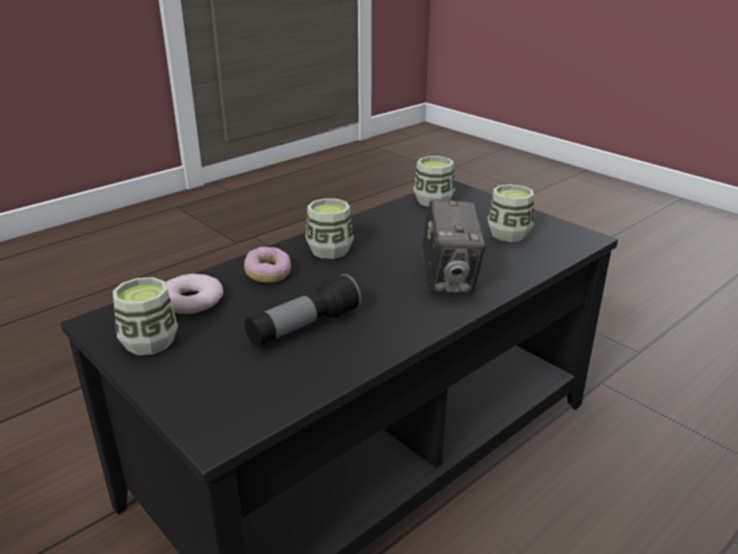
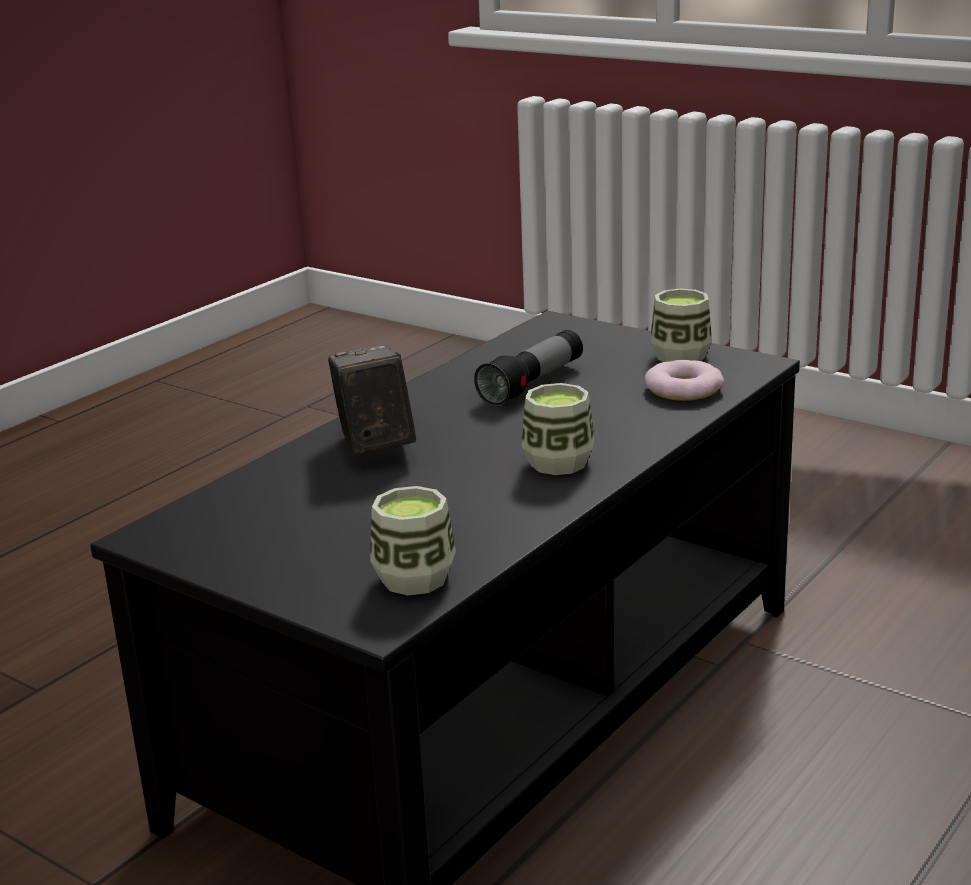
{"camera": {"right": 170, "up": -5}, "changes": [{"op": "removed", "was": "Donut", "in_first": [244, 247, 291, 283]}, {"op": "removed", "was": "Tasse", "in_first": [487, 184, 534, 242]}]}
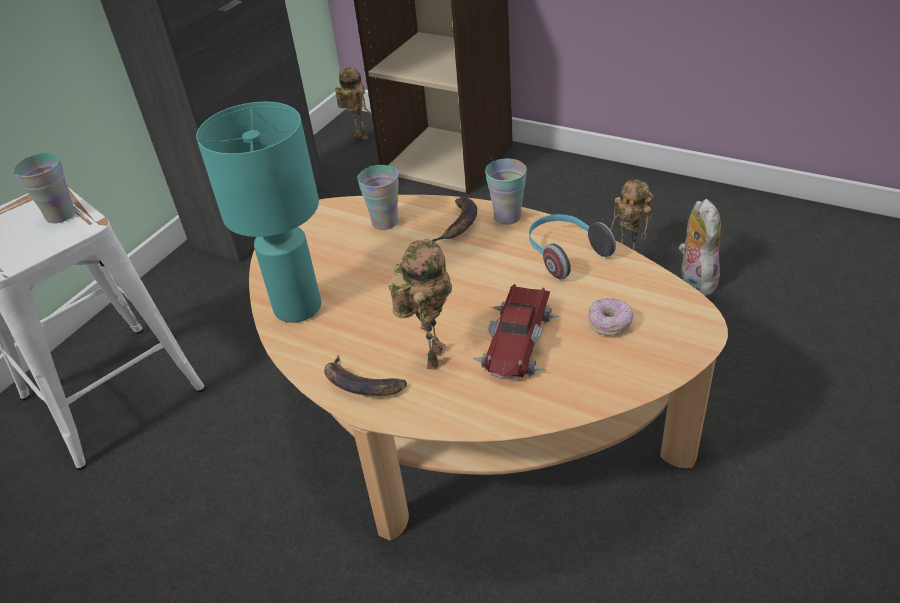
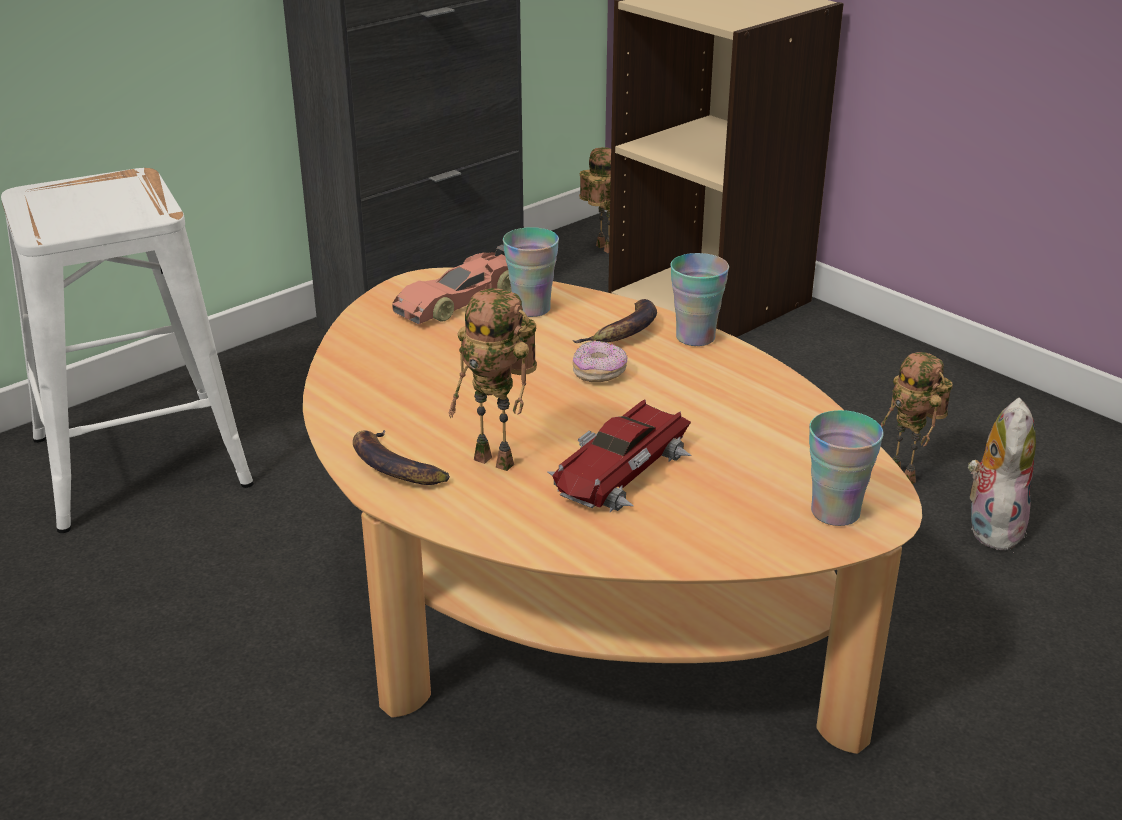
{"camera": {"right": 15, "up": -10}, "changes": [{"op": "moved", "was": "Tasse", "in_first": [13, 153, 75, 223], "in_second": [809, 410, 884, 526]}, {"op": "removed", "was": "Tischlampe (türkis)", "in_first": [196, 102, 321, 323]}, {"op": "turned", "was": "Spielzeugroboter", "in_first": [388, 239, 452, 370], "in_second": [449, 288, 537, 471], "clockwise": 90}, {"op": "removed", "was": "Kopfhörer", "in_first": [529, 214, 616, 280]}, {"op": "moved", "was": "Donut", "in_first": [588, 298, 633, 336], "in_second": [573, 341, 627, 382]}, {"op": "added", "now": "Spielzeugauto", "in_second": [392, 245, 512, 324]}]}
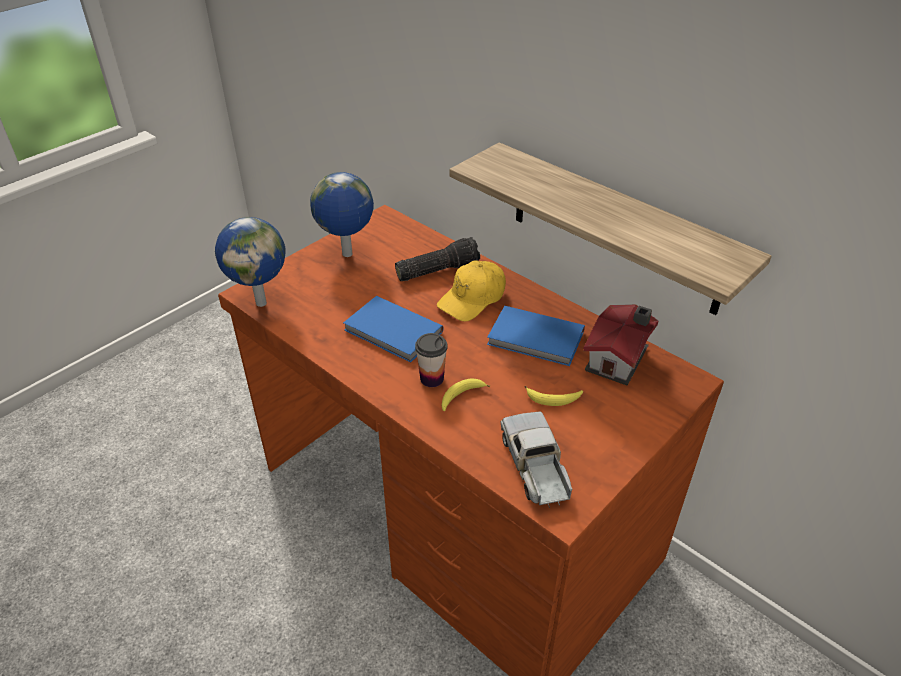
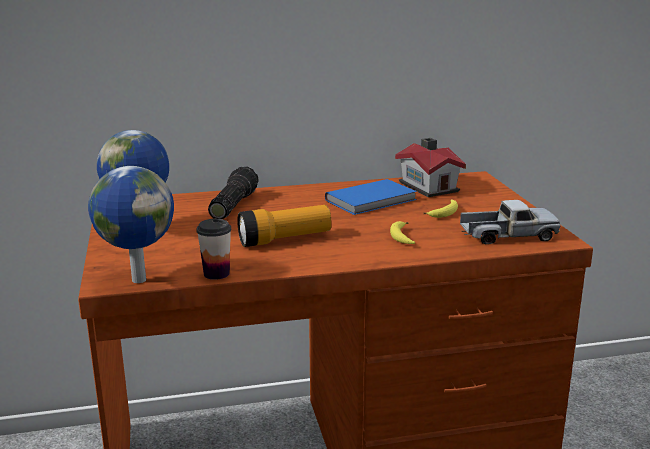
{"camera": {"right": -55, "up": -20}, "changes": [{"op": "replaced", "was": "Buch (blau)", "now": "Taschenlampe", "in_first": [343, 296, 443, 363], "in_second": [237, 205, 331, 247]}, {"op": "moved", "was": "Tasse", "in_first": [415, 333, 448, 387], "in_second": [196, 219, 232, 280]}, {"op": "removed", "was": "Kappe (gelb)", "in_first": [437, 260, 506, 321]}, {"op": "removed", "was": "Wandregal", "in_first": [449, 142, 772, 315]}, {"op": "turned", "was": "Spielzeuglaster", "in_first": [501, 412, 573, 508], "in_second": [460, 200, 561, 244], "clockwise": 150}]}
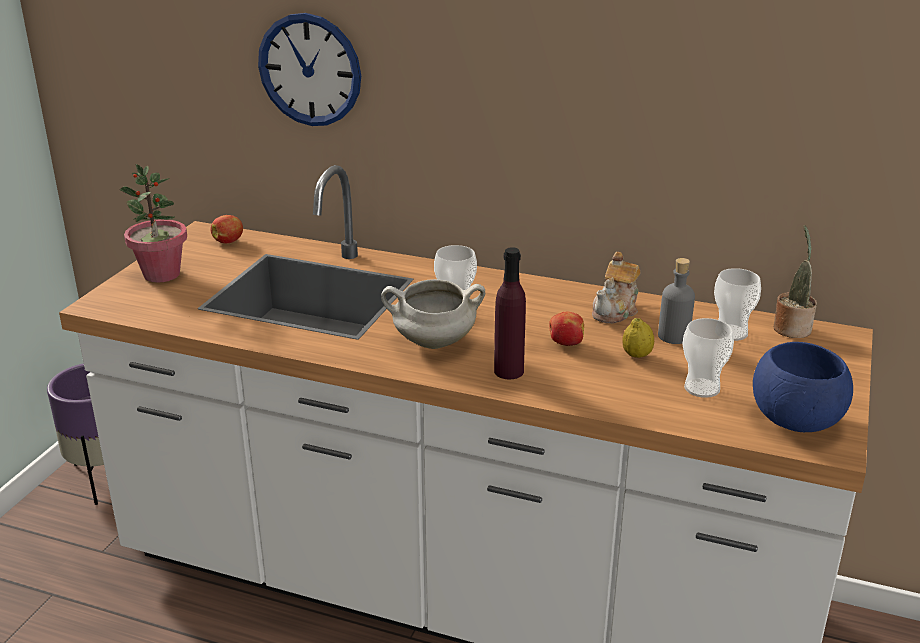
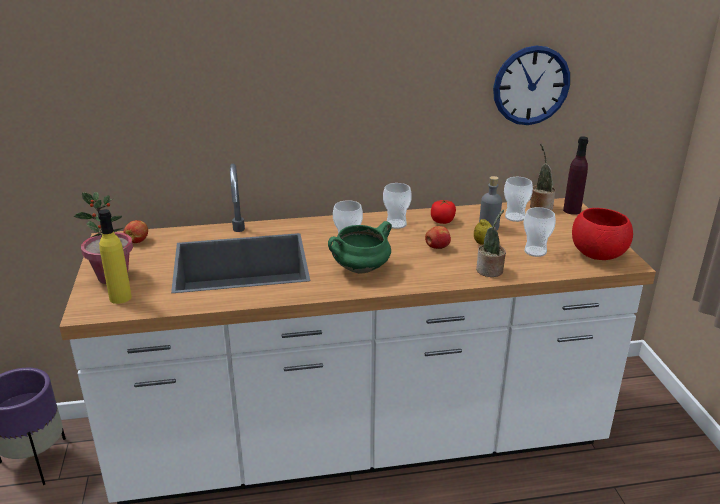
{"camera": {"right": -30, "up": 0}, "changes": [{"op": "moved", "was": "Wanduhr", "in_first": [258, 13, 361, 126], "in_second": [493, 45, 570, 125]}, {"op": "recoloured", "was": "Kochtopf (weiß)", "now": "Kochtopf (grün)", "in_first": [381, 279, 485, 349], "in_second": [328, 221, 392, 273]}, {"op": "moved", "was": "Flasche (lila)", "in_first": [494, 247, 526, 379], "in_second": [563, 136, 588, 215]}, {"op": "replaced", "was": "Teekanne", "now": "Tomate", "in_first": [592, 252, 640, 324], "in_second": [431, 199, 456, 224]}, {"op": "recoloured", "was": "Schüssel (blau)", "now": "Schüssel (rot)", "in_first": [753, 342, 853, 432], "in_second": [572, 208, 633, 260]}, {"op": "added", "now": "Flasche (gelb)", "in_second": [98, 209, 132, 304]}, {"op": "added", "now": "Tasse", "in_second": [383, 183, 412, 229]}, {"op": "added", "now": "Topfpflanze", "in_second": [476, 210, 506, 277]}]}
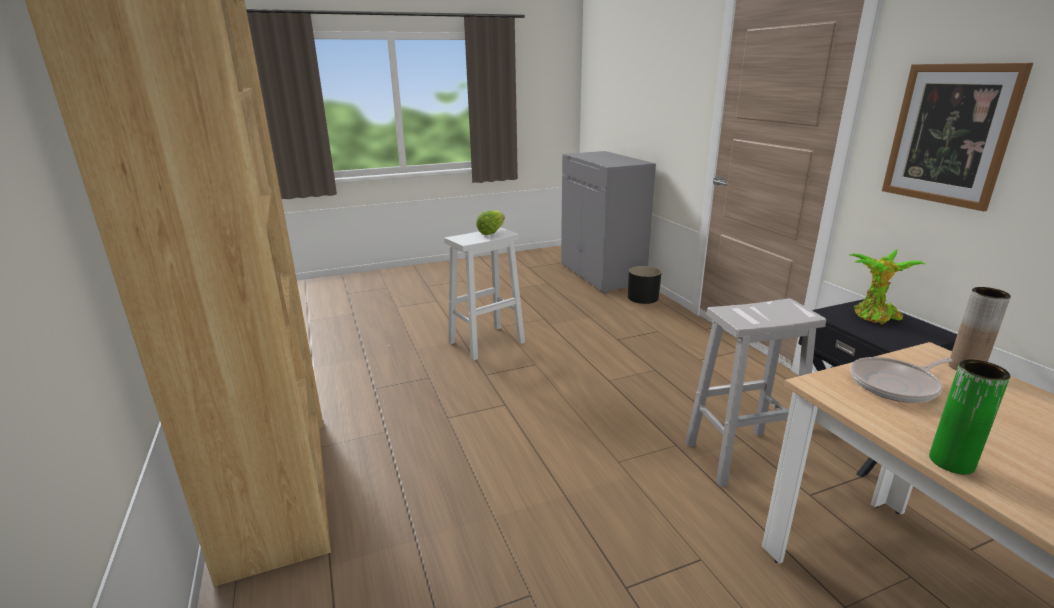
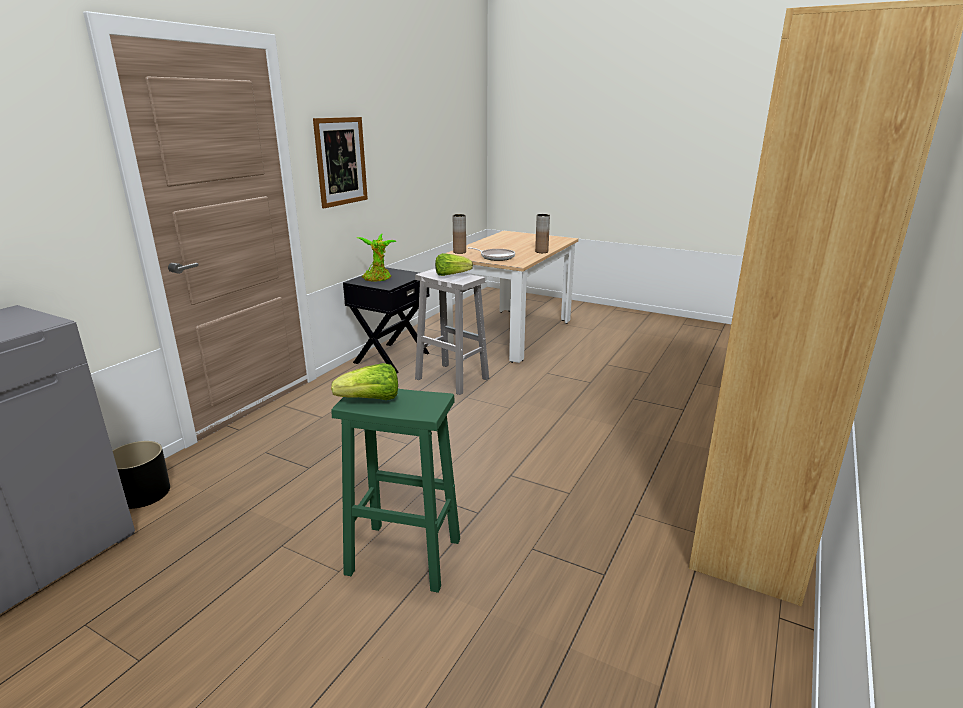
{"camera": {"right": -130, "up": 0}, "changes": [{"op": "recoloured", "was": "Hocker (weiß)", "now": "Hocker (grün)", "in_first": [444, 227, 525, 361], "in_second": [331, 389, 460, 593]}, {"op": "recoloured", "was": "Vase (grün)", "now": "Vase (braun)", "in_first": [929, 359, 1010, 474], "in_second": [535, 214, 550, 253]}, {"op": "added", "now": "Salatkopf", "in_second": [435, 253, 473, 276]}]}
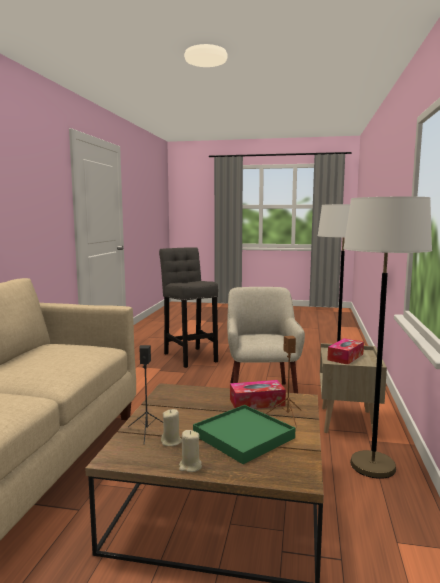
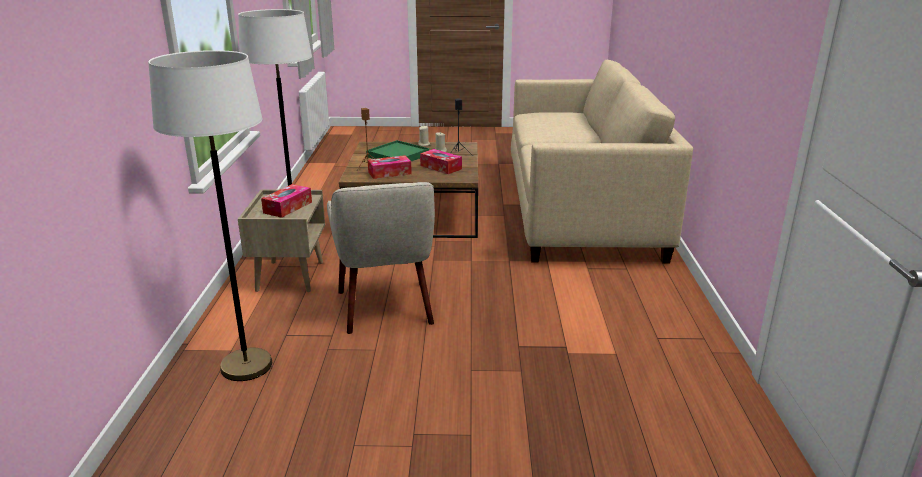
{"camera": {"right": 170, "up": 15}, "changes": [{"op": "removed", "was": "Hocker (grau)", "in_first": [159, 247, 218, 368]}, {"op": "added", "now": "Taschentuchbox", "in_second": [420, 149, 462, 174]}]}
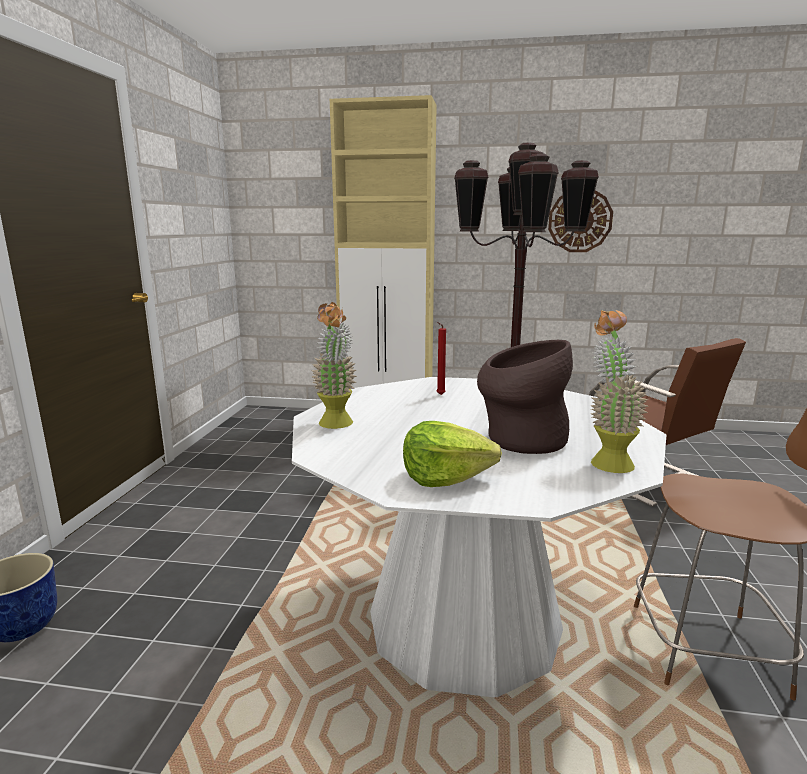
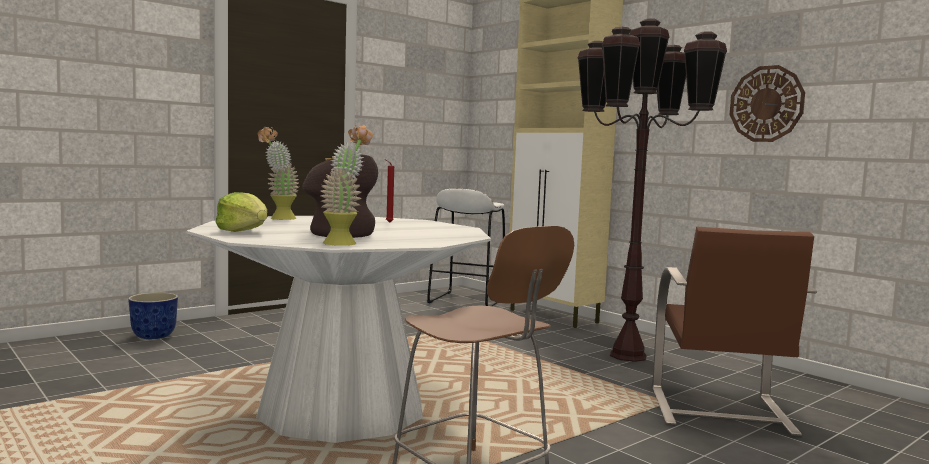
{"camera": {"right": 40, "up": -10}, "changes": [{"op": "added", "now": "Hocker (weiß)", "in_second": [427, 189, 505, 306]}]}
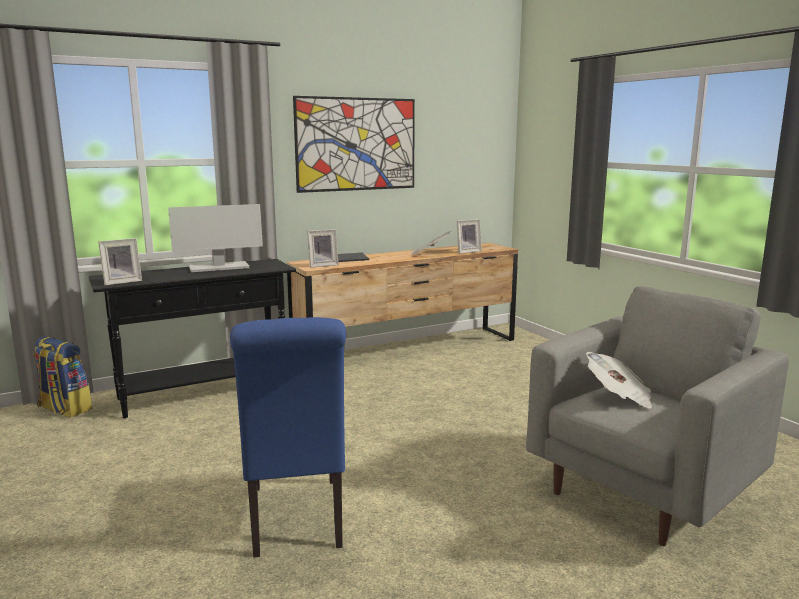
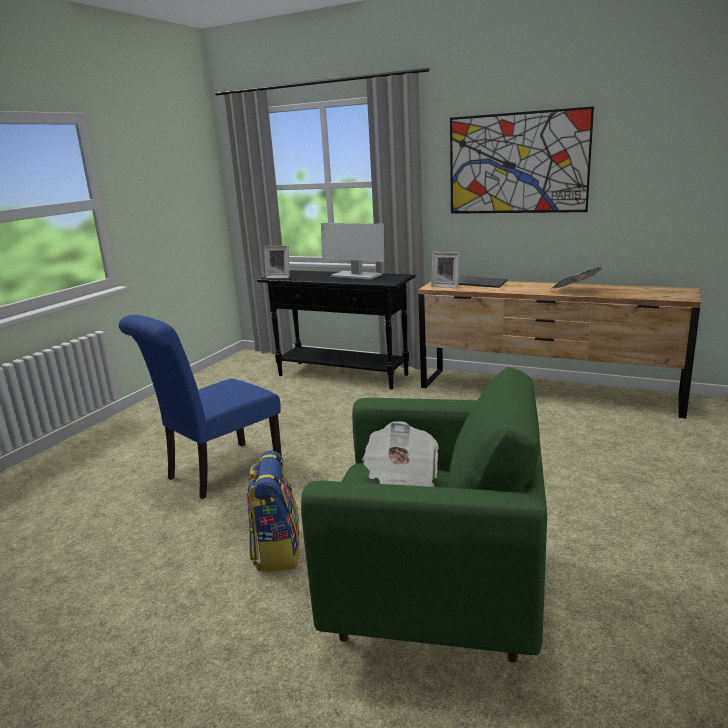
{"camera": {"right": 55, "up": 5}, "changes": [{"op": "moved", "was": "Rucksack", "in_first": [33, 336, 92, 418], "in_second": [247, 450, 299, 572]}, {"op": "removed", "was": "Bilderrahmen", "in_first": [457, 219, 481, 254]}, {"op": "recoloured", "was": "Sessel (grau)", "now": "Sessel (grün)", "in_first": [526, 286, 789, 546], "in_second": [301, 367, 547, 663]}]}
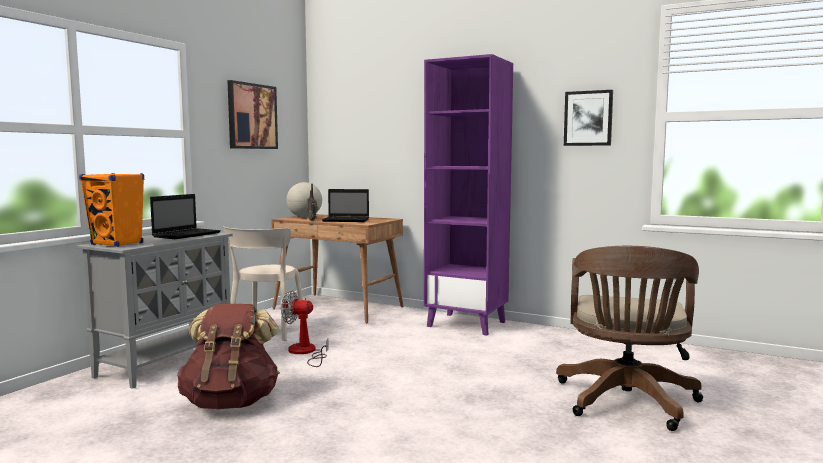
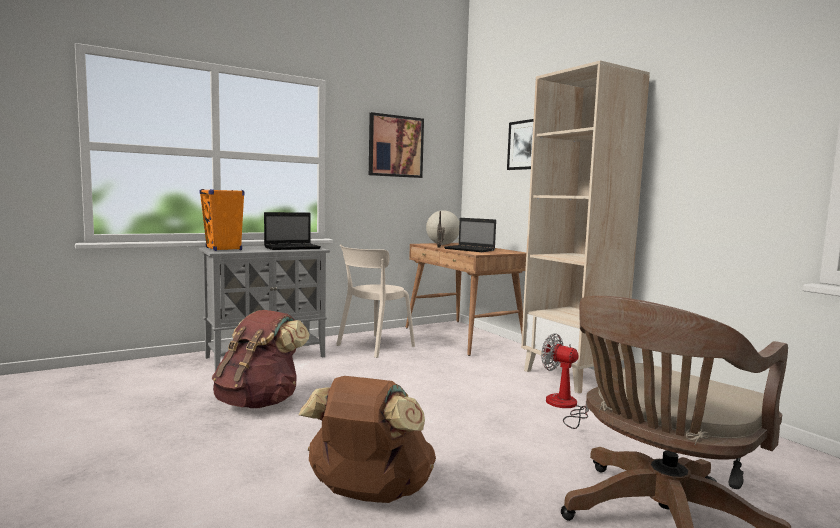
{"camera": {"right": 30, "up": 0}, "changes": [{"op": "moved", "was": "Ventilator", "in_first": [281, 290, 329, 367], "in_second": [541, 333, 589, 429]}, {"op": "recoloured", "was": "Bücherregal (lila)", "now": "Bücherregal (beige)", "in_first": [424, 54, 513, 336], "in_second": [521, 60, 650, 394]}, {"op": "moved", "was": "Bild", "in_first": [564, 90, 613, 146], "in_second": [507, 119, 534, 170]}, {"op": "added", "now": "Rucksack (braun)", "in_second": [299, 376, 436, 503]}]}
